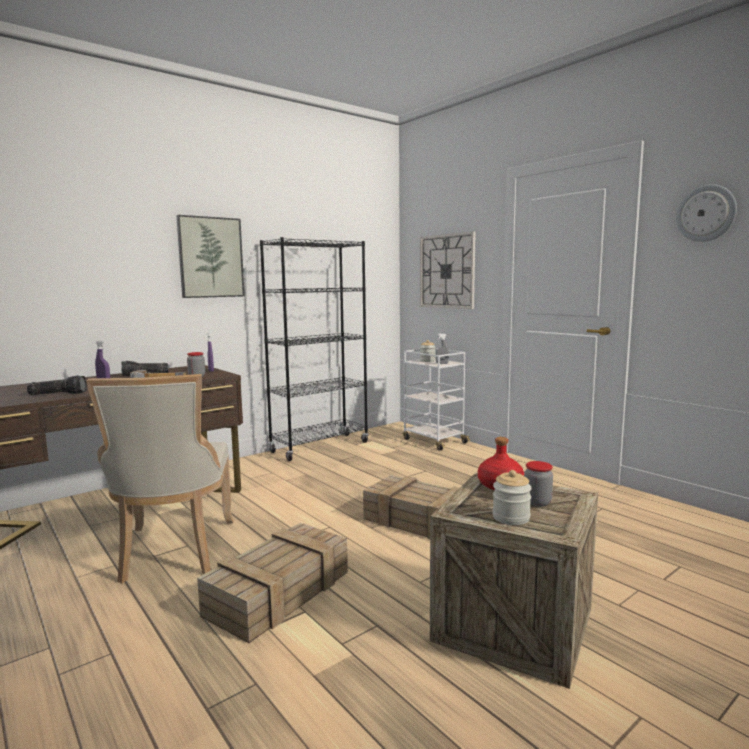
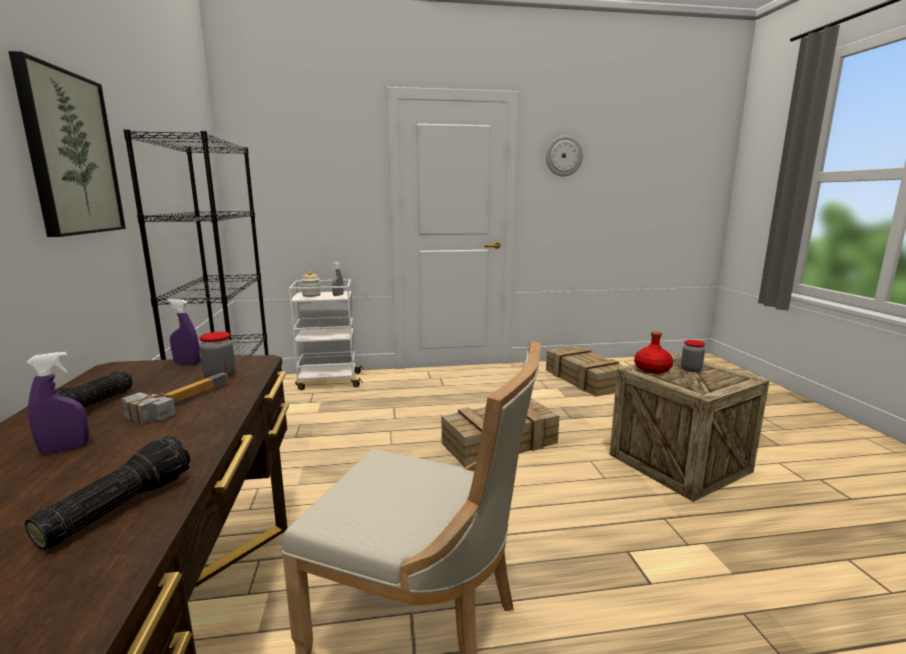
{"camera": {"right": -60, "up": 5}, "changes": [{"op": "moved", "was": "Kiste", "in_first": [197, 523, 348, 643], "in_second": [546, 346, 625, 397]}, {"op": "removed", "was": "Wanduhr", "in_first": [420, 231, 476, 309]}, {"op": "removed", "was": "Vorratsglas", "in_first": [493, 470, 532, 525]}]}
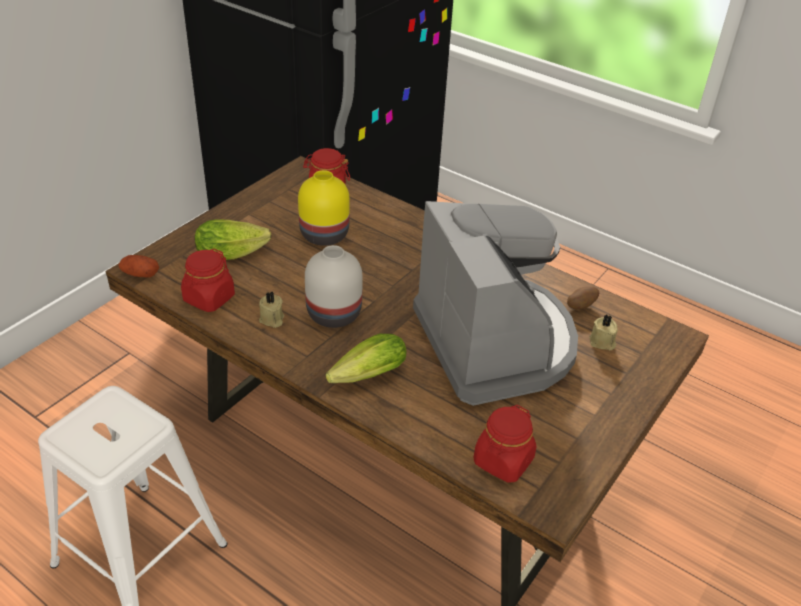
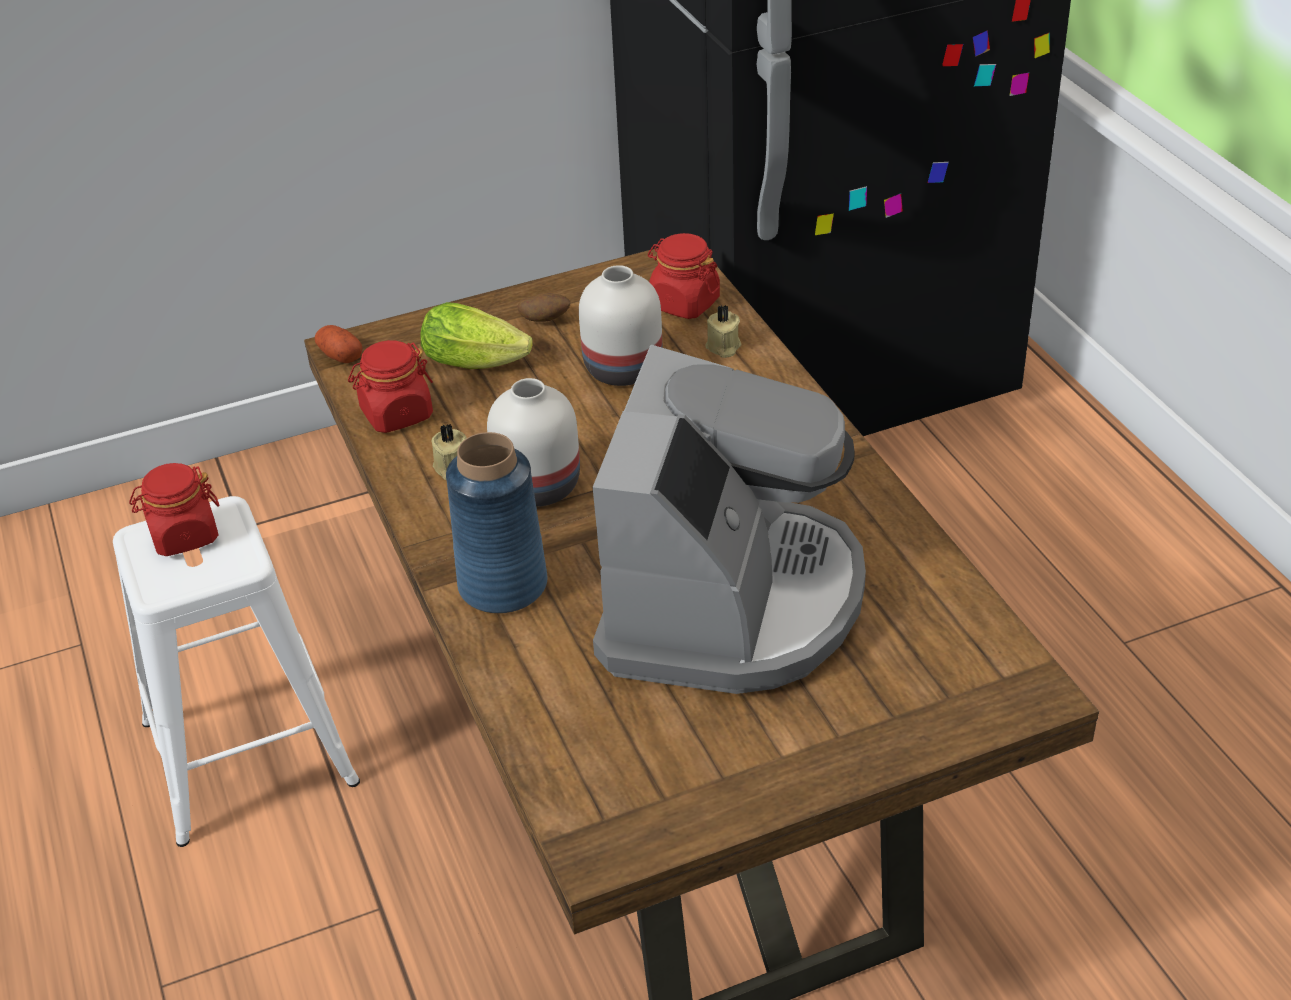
{"camera": {"right": 35, "up": 0}, "changes": [{"op": "recoloured", "was": "Vase (gelb)", "now": "Vase (weiß)", "in_first": [298, 170, 350, 246], "in_second": [579, 265, 662, 386]}, {"op": "replaced", "was": "Salatkopf", "now": "Vase (blau)", "in_first": [326, 334, 406, 383], "in_second": [446, 432, 548, 614]}, {"op": "moved", "was": "Vorratsglas (rot)", "in_first": [473, 405, 537, 483], "in_second": [129, 463, 220, 556]}, {"op": "moved", "was": "Kartoffel", "in_first": [567, 286, 599, 310], "in_second": [518, 293, 570, 322]}, {"op": "moved", "was": "Kerze (beige)", "in_first": [589, 315, 618, 350], "in_second": [705, 305, 741, 358]}]}
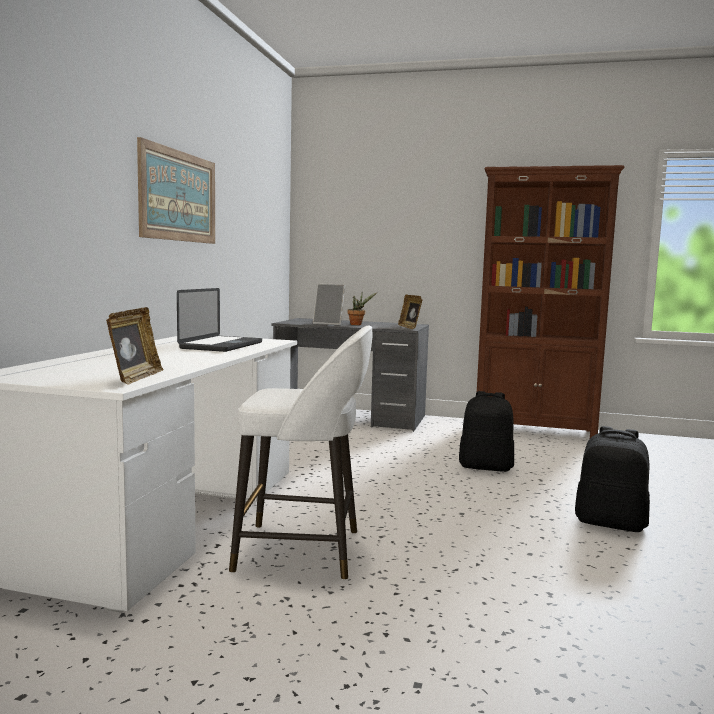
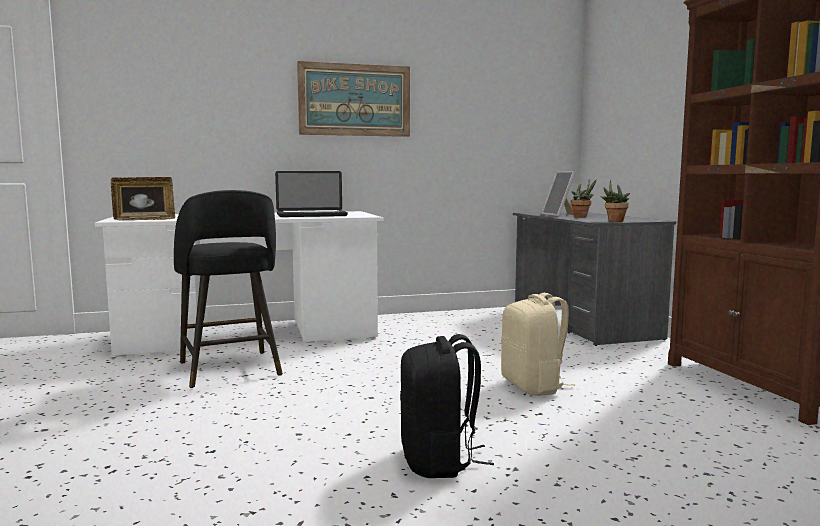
{"camera": {"right": 60, "up": 0}, "changes": [{"op": "recoloured", "was": "Hocker (weiß)", "now": "Hocker (schwarz)", "in_first": [229, 325, 372, 580], "in_second": [174, 190, 283, 388]}, {"op": "replaced", "was": "Bilderrahmen", "now": "Topfpflanze", "in_first": [398, 294, 423, 329], "in_second": [600, 179, 630, 222]}, {"op": "recoloured", "was": "Rucksack (schwarz)", "now": "Rucksack (beige)", "in_first": [459, 391, 514, 472], "in_second": [501, 293, 575, 396]}]}
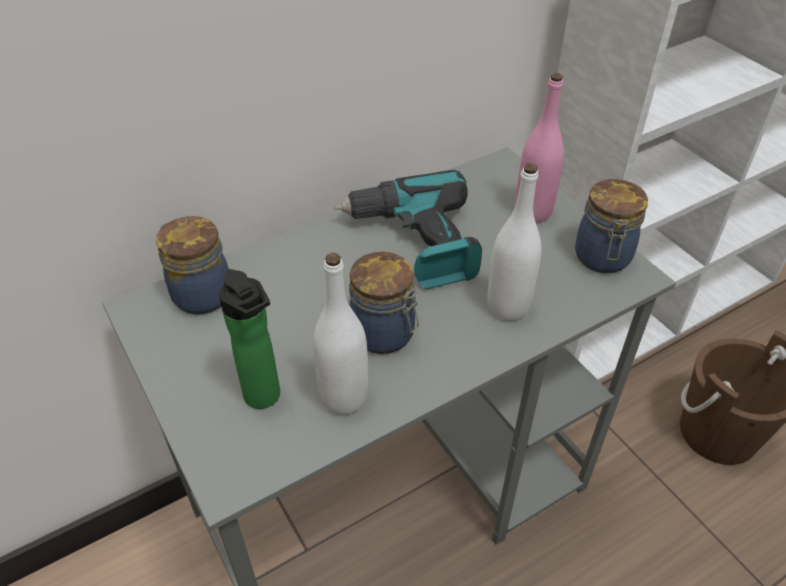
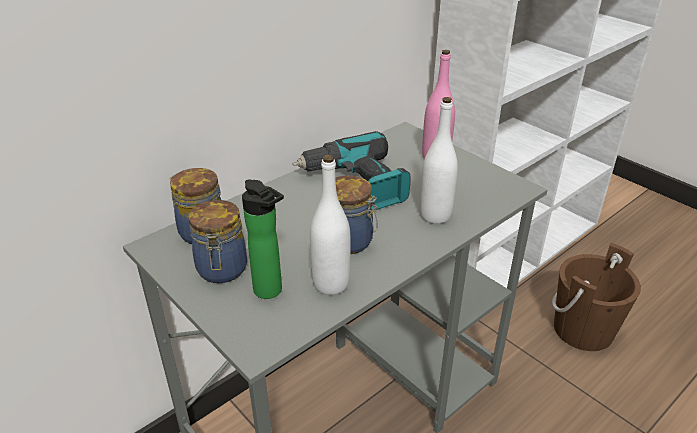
{"camera": {"right": -10, "up": -10}, "changes": [{"op": "moved", "was": "Vorratsglas", "in_first": [575, 179, 648, 273], "in_second": [188, 200, 247, 283]}]}
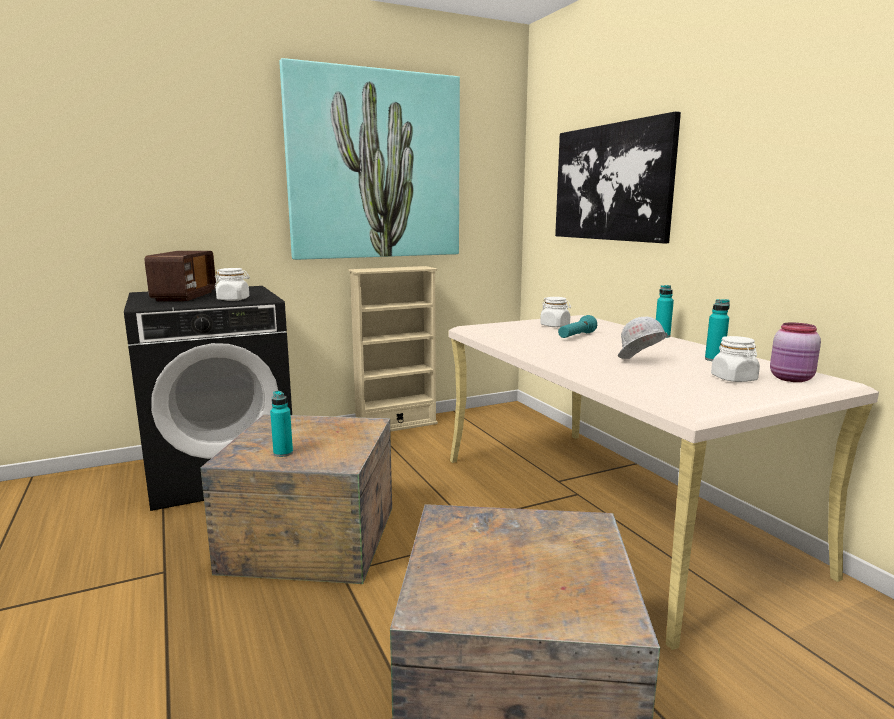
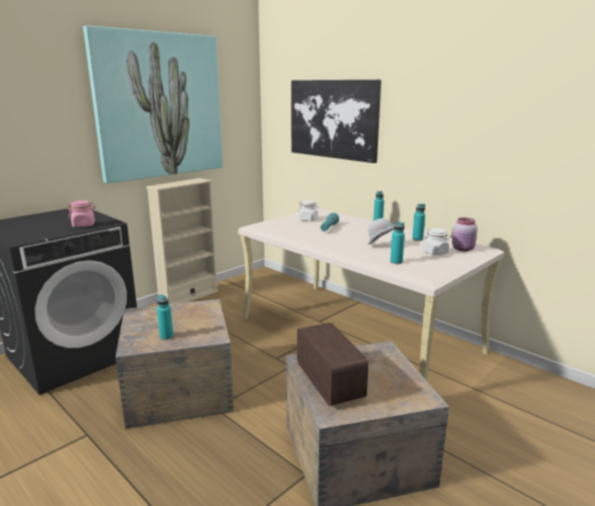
{"camera": {"right": -20, "up": 5}, "changes": [{"op": "moved", "was": "Radio", "in_first": [145, 251, 216, 301], "in_second": [297, 323, 368, 406]}, {"op": "recoloured", "was": "Vorratsglas (weiß)", "now": "Vorratsglas (rosa)", "in_first": [215, 268, 250, 301], "in_second": [68, 200, 96, 227]}, {"op": "added", "now": "Flasche (türkis)", "in_second": [390, 222, 405, 264]}]}
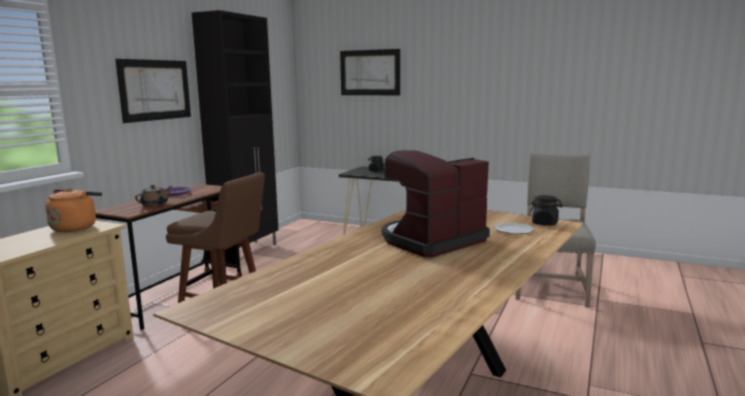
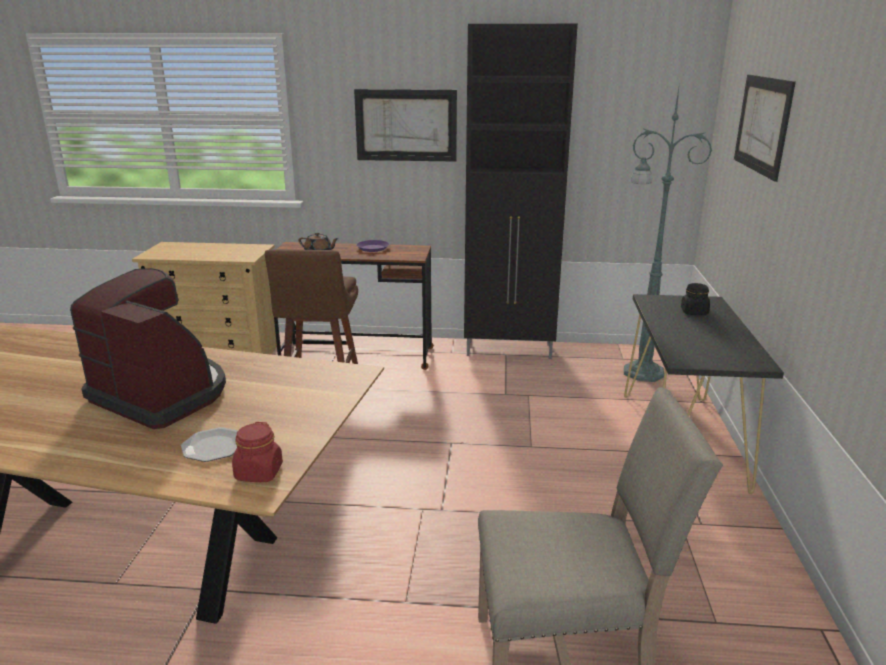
{"camera": {"right": 70, "up": 10}, "changes": [{"op": "removed", "was": "Wasserkessel (orange)", "in_first": [46, 188, 102, 232]}, {"op": "recoloured", "was": "Vorratsglas (schwarz)", "now": "Vorratsglas (rot)", "in_first": [530, 195, 563, 226], "in_second": [232, 422, 283, 482]}, {"op": "added", "now": "Stehlampe (grün)", "in_second": [624, 88, 712, 382]}]}
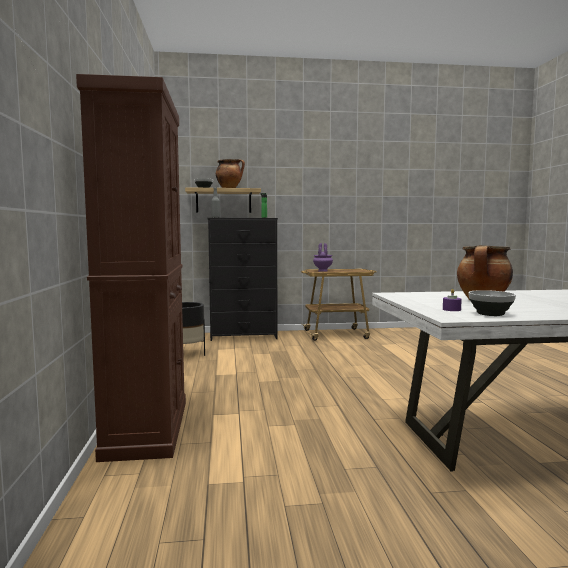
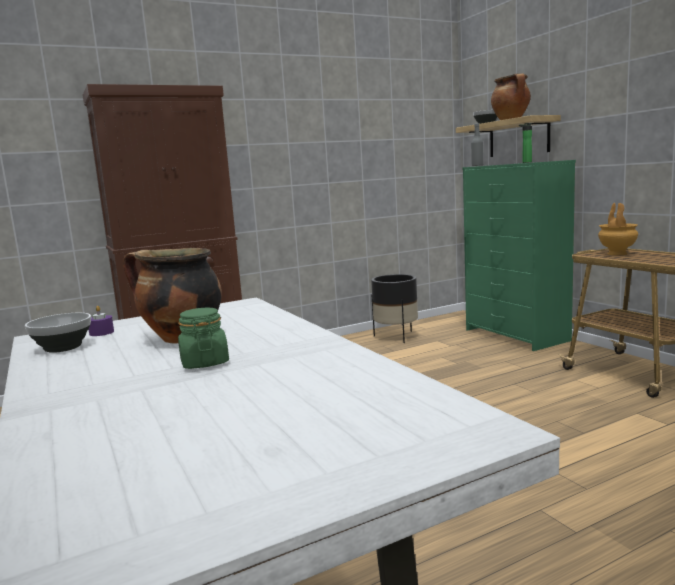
{"camera": {"right": 70, "up": 5}, "changes": [{"op": "recoloured", "was": "Kommode (schwarz)", "now": "Kommode (grün)", "in_first": [208, 218, 278, 341], "in_second": [462, 160, 576, 351]}, {"op": "recoloured", "was": "Vase (lila)", "now": "Vase (braun)", "in_first": [313, 243, 333, 272], "in_second": [598, 203, 638, 255]}, {"op": "added", "now": "Vorratsglas (grün)", "in_second": [178, 307, 229, 369]}]}
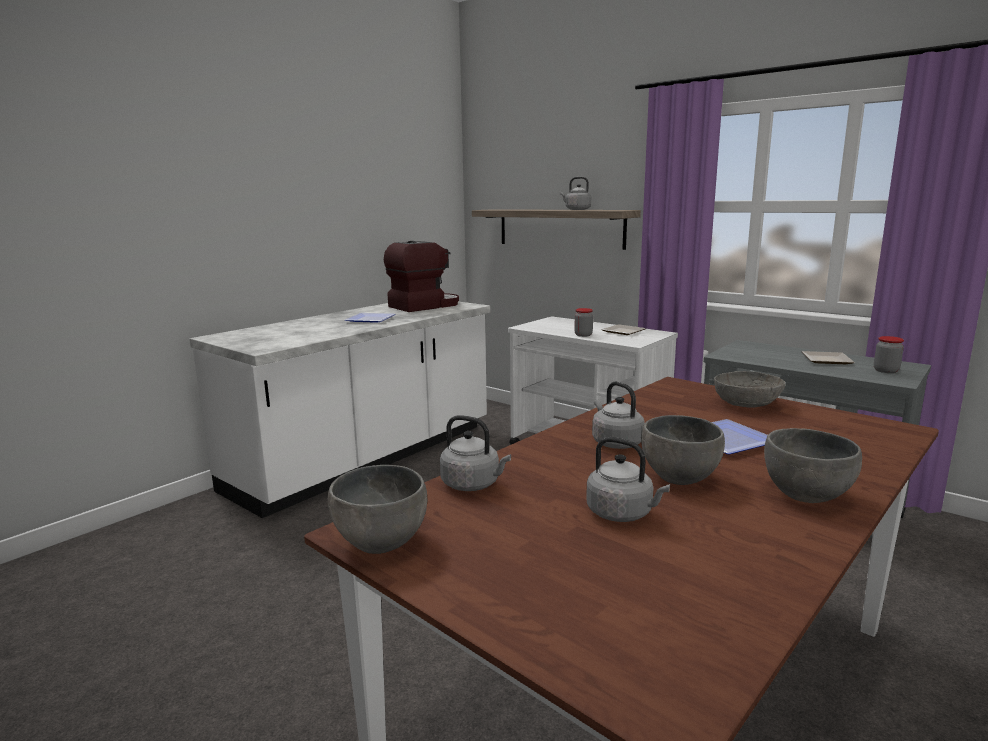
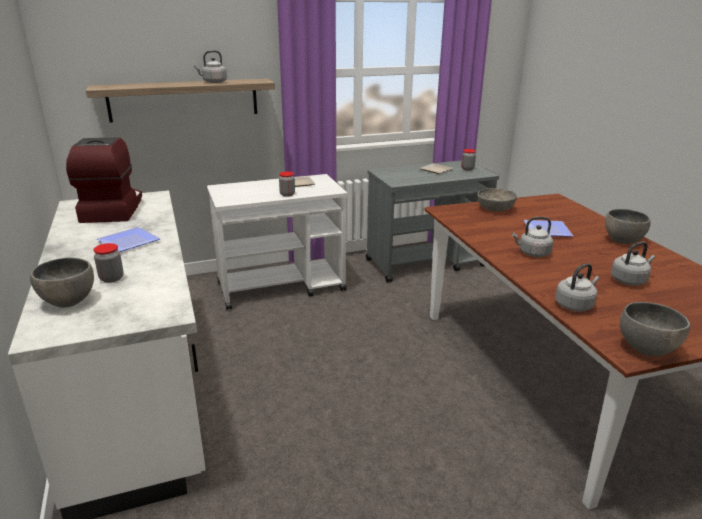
{"camera": {"right": -60, "up": 10}, "changes": [{"op": "moved", "was": "Schüssel (grau)", "in_first": [641, 415, 725, 485], "in_second": [30, 257, 94, 307]}, {"op": "added", "now": "Vorratsglas", "in_second": [93, 243, 124, 283]}]}
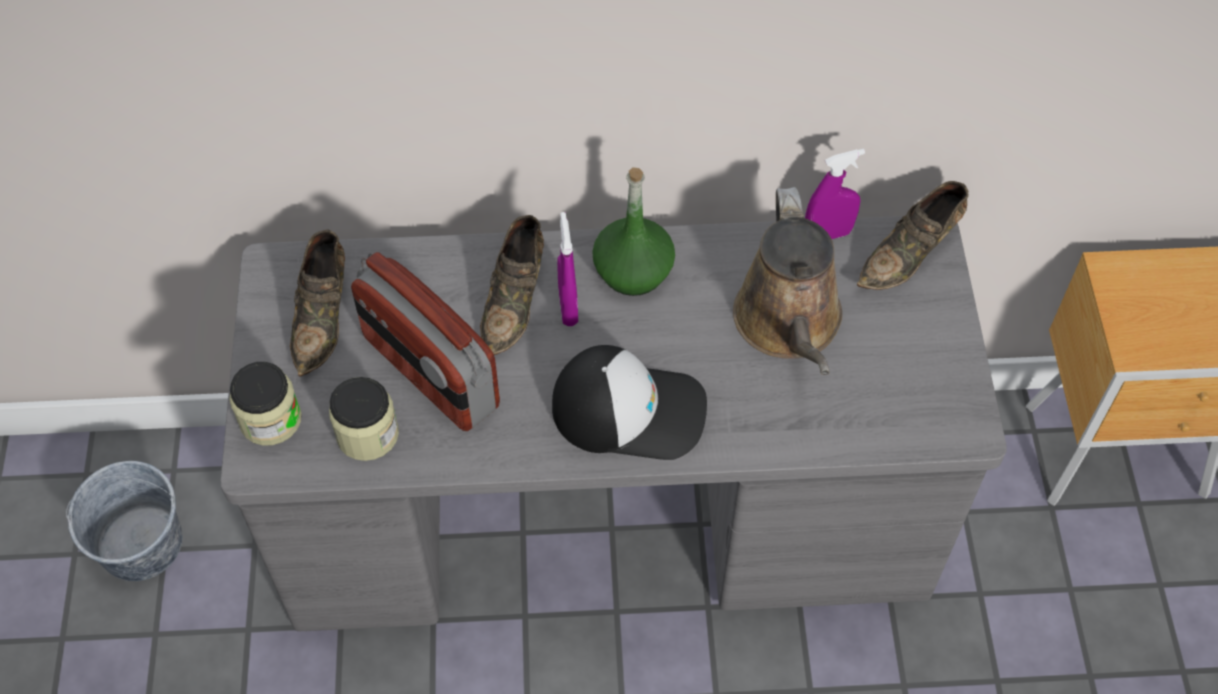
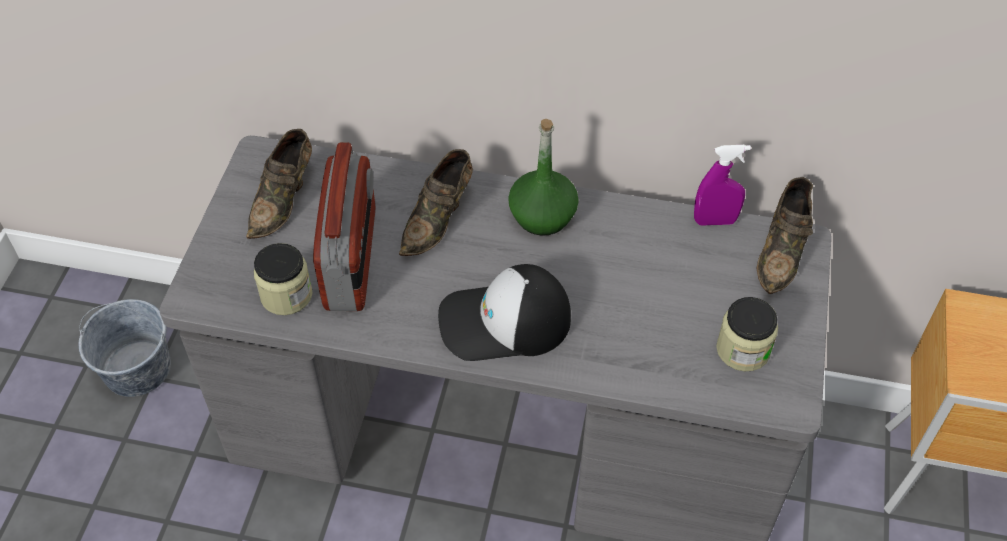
{"camera": {"right": 15, "up": -5}, "changes": [{"op": "moved", "was": "Vorratsglas", "in_first": [229, 362, 302, 445], "in_second": [716, 297, 778, 371]}, {"op": "turned", "was": "Radio", "in_first": [351, 252, 500, 431], "in_second": [313, 142, 376, 311], "clockwise": -150}, {"op": "turned", "was": "Kappe", "in_first": [552, 345, 707, 460], "in_second": [438, 264, 571, 361], "clockwise": 150}, {"op": "removed", "was": "Sprühflasche (lila)", "in_first": [557, 212, 578, 326]}, {"op": "removed", "was": "Gießkanne (braun)", "in_first": [733, 187, 842, 375]}, {"op": "turned", "was": "Schuh (braun)", "in_first": [857, 181, 969, 290], "in_second": [756, 177, 813, 294], "clockwise": -45}]}
